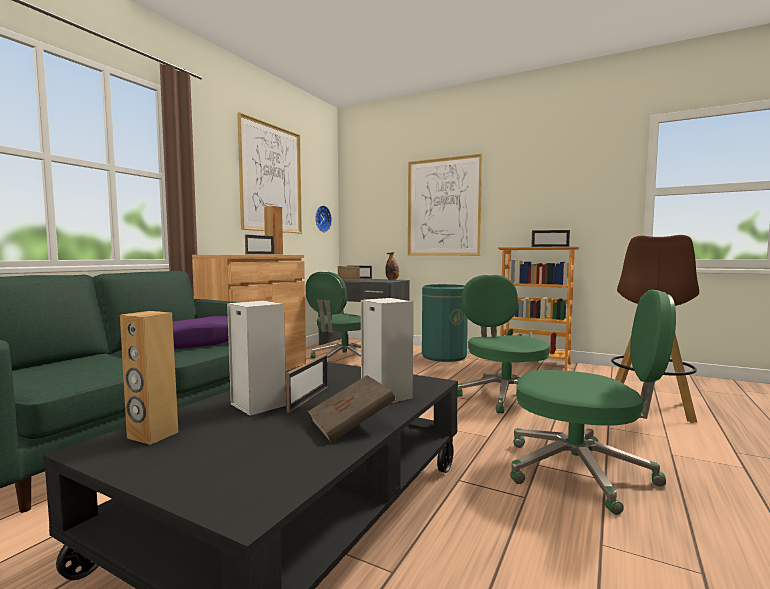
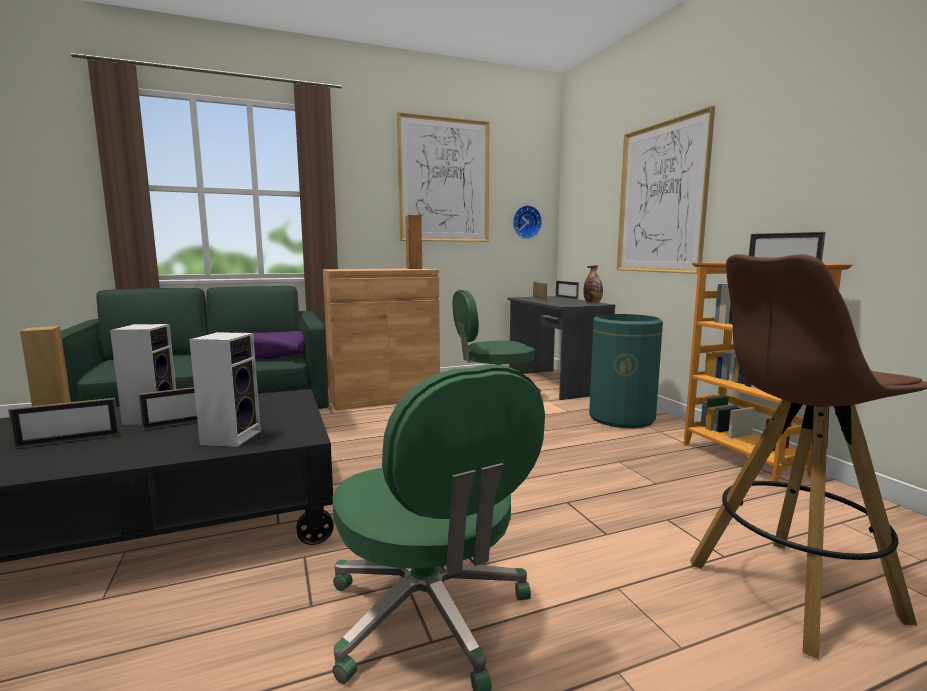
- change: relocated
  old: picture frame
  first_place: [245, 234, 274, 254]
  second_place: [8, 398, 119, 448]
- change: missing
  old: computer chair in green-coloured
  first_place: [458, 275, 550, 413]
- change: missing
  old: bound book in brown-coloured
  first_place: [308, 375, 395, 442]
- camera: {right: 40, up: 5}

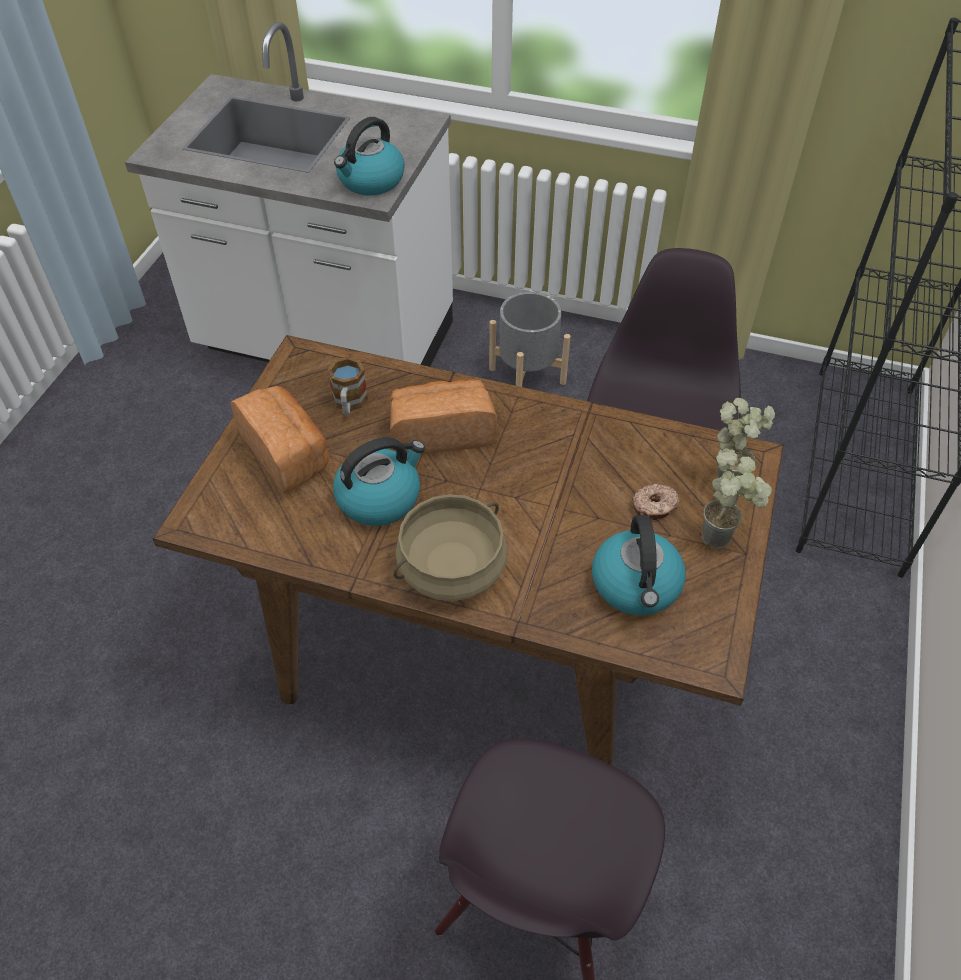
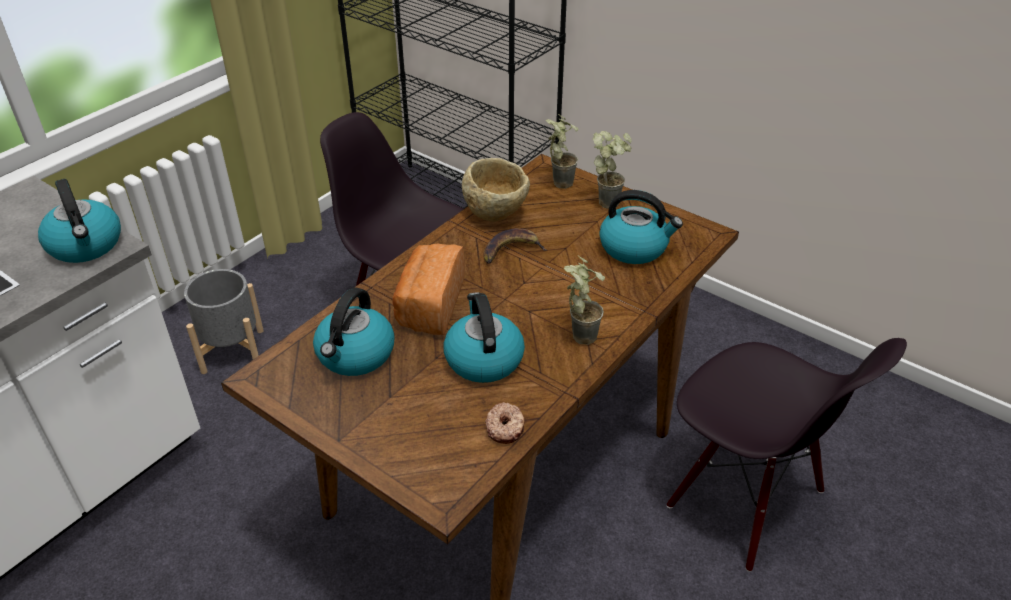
- change: exchanged
  old: mug
  new: kettle
  first_place: [328, 357, 368, 415]
  second_place: [313, 288, 395, 376]
- change: missing
  old: bakery bread
  first_place: [230, 386, 329, 494]
- change: relocated
  old: doughnut
  first_place: [632, 484, 680, 520]
  second_place: [485, 402, 525, 444]
- change: exchanged
  old: cooking pot in beige
  new: houseplant
  first_place: [394, 494, 507, 601]
  second_place: [564, 256, 605, 345]
- change: appeared
  new: bowl in beige
  second_place: [462, 158, 530, 222]
- change: appeared
  new: banana
  second_place: [484, 228, 547, 264]
- camera: {right: -70, up: -10}

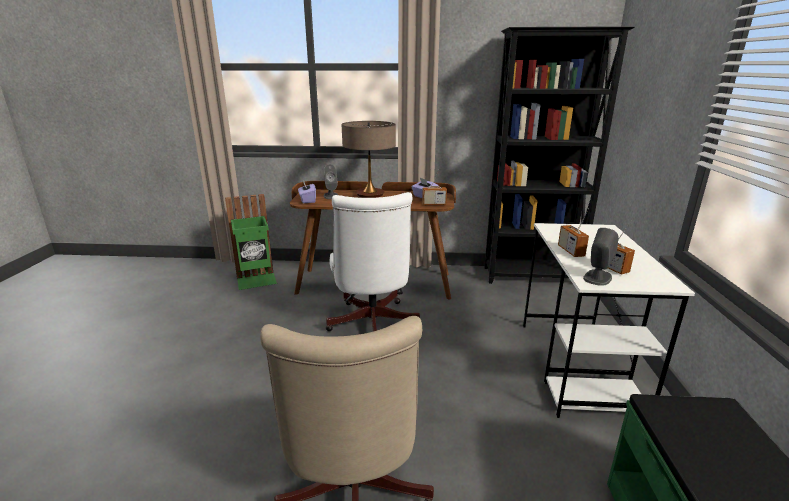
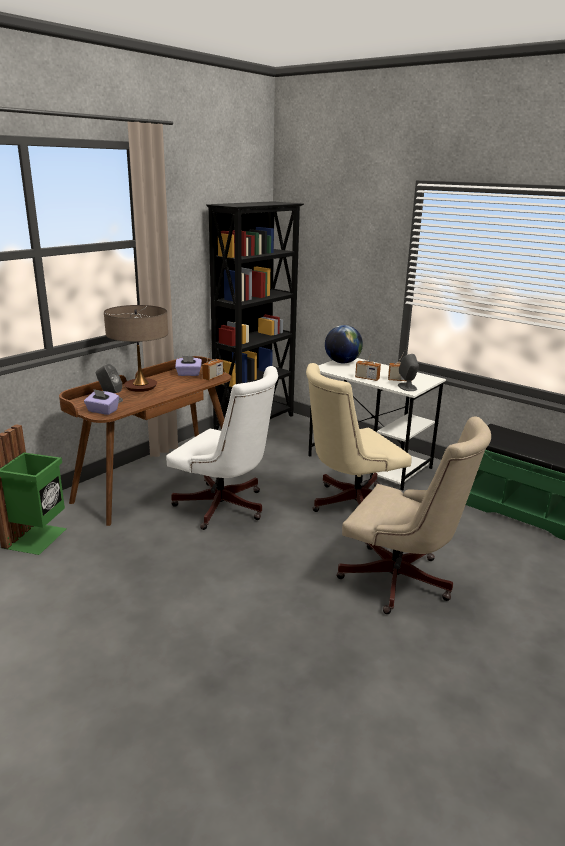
- change: appeared
  new: globe
  second_place: [325, 325, 363, 363]
- change: appeared
  new: computer chair in beige
  second_place: [306, 363, 412, 512]
- camera: {right: -55, up: 0}

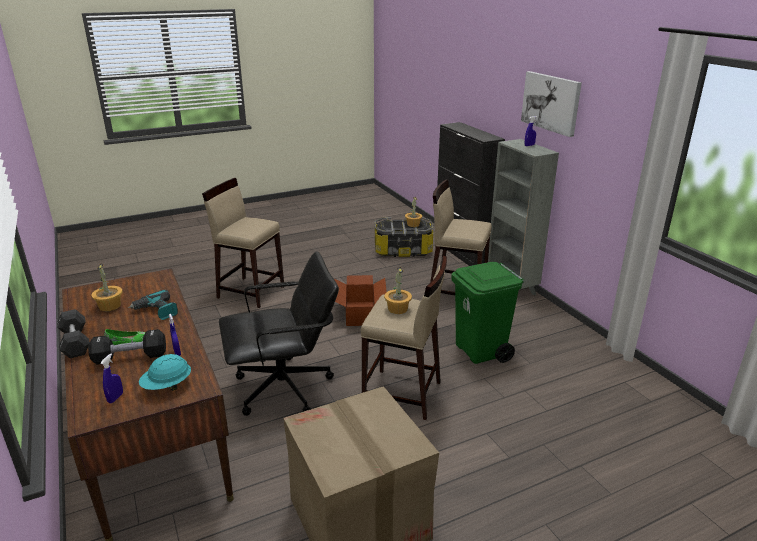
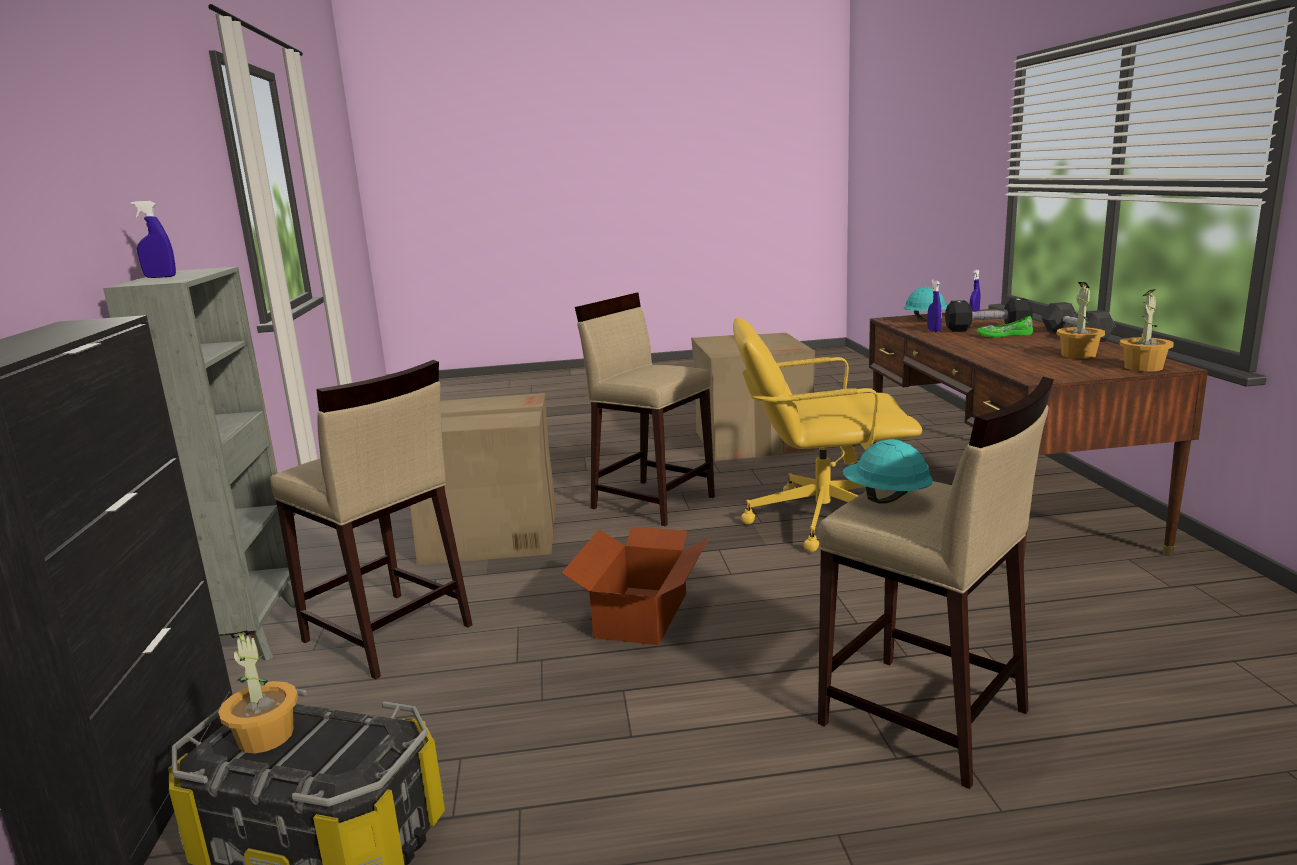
- change: missing
  old: wall picture
  first_place: [521, 71, 582, 137]
- change: colour
  old: computer chair in black-coloured
  new: computer chair in yellow
  first_place: [219, 251, 339, 416]
  second_place: [733, 318, 922, 552]
- change: exchanged
  old: waste bin in green-coloured
  new: cardboard box
  first_place: [452, 262, 525, 364]
  second_place: [410, 393, 556, 565]
- change: relocated
  old: houseplant
  first_place: [384, 267, 412, 314]
  second_place: [1120, 289, 1174, 372]
- change: missing
  old: electric drill
  first_place: [128, 290, 178, 320]
- change: appeared
  new: safety helmet in turquoise
  second_place: [843, 439, 933, 504]
- camera: {right: -160, up: -10}

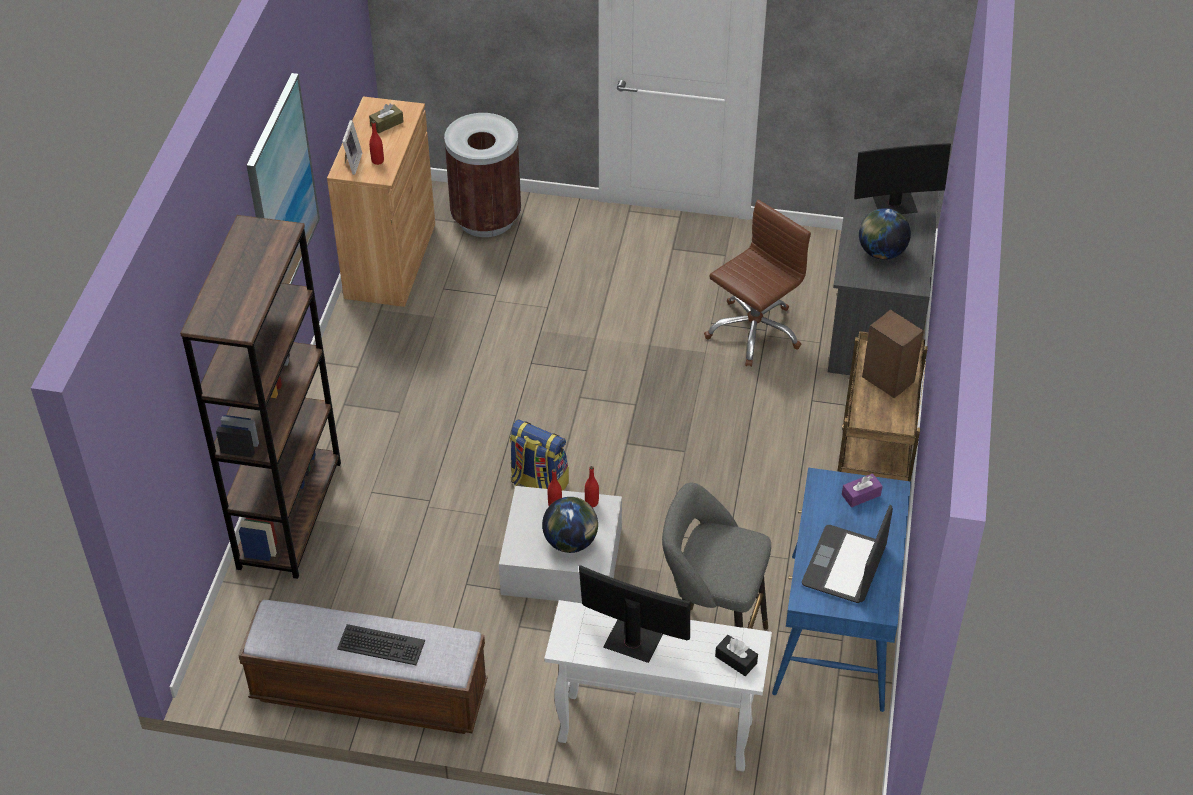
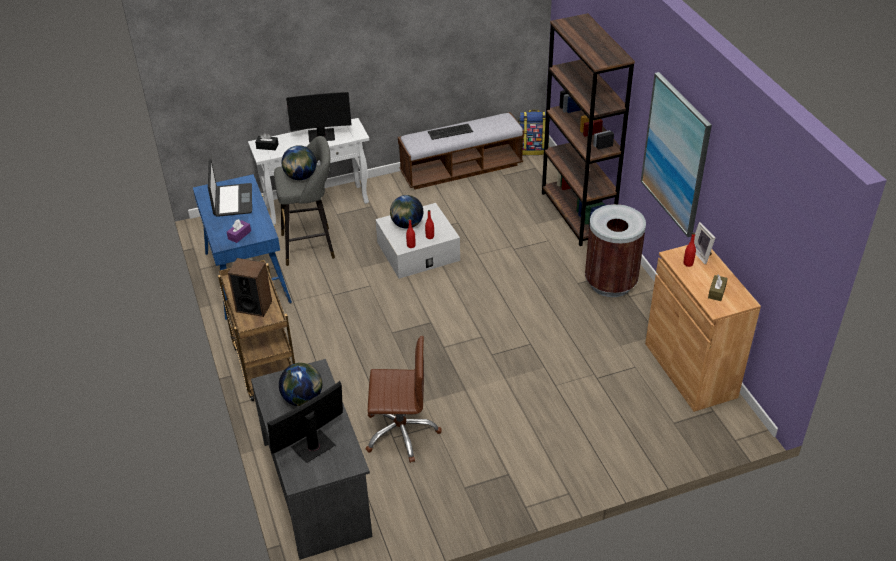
- change: relocated
  old: waste bin in brown-coloured
  first_place: [444, 113, 521, 237]
  second_place: [585, 204, 646, 297]
- change: spun
  old: computer chair in brown-coloured
  first_place: [704, 200, 811, 367]
  second_place: [366, 336, 442, 463]
  degrees: -105
- change: relocated
  old: rucksack
  first_place: [510, 420, 569, 491]
  second_place: [518, 110, 550, 155]
- change: appeared
  new: globe
  second_place: [282, 145, 317, 180]
- camera: {right: 150, up: -5}

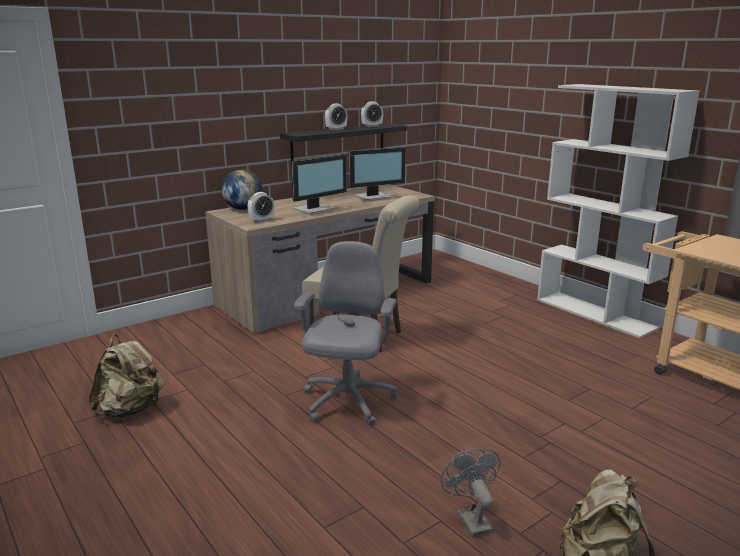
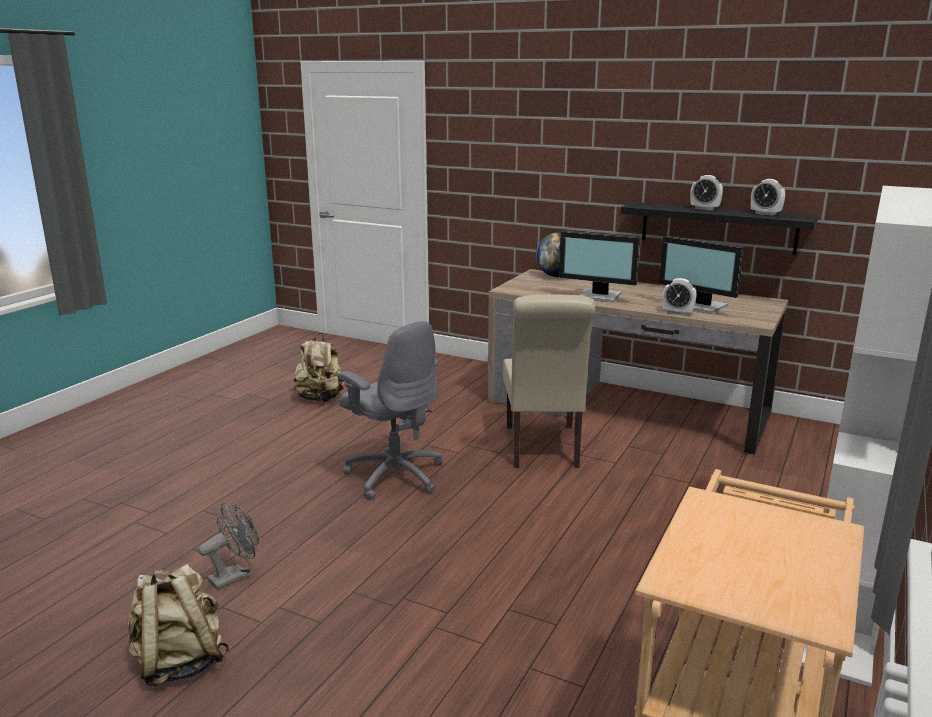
- change: relocated
  old: alarm clock
  first_place: [248, 192, 274, 223]
  second_place: [662, 278, 697, 315]
- change: spun
  old: computer chair in gray
  first_place: [294, 241, 397, 426]
  second_place: [337, 321, 443, 500]
  degrees: 60
- camera: {right: 65, up: 0}

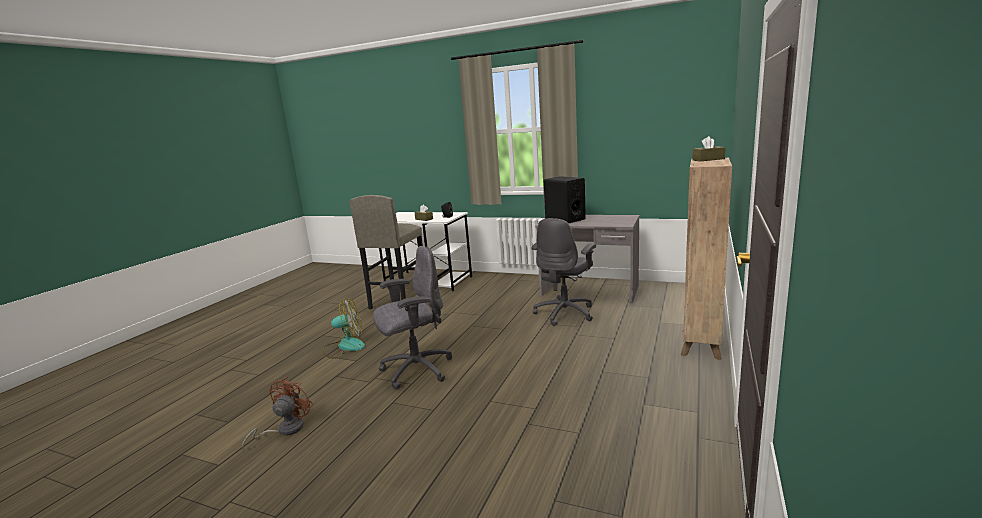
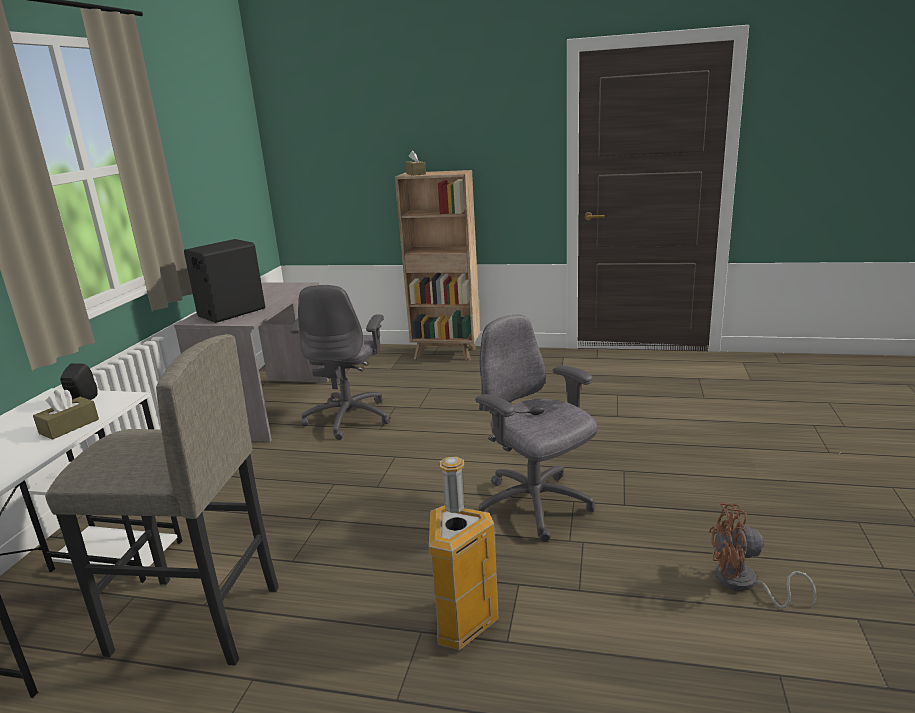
- change: spun
  old: computer chair in gray
  first_place: [531, 218, 596, 326]
  second_place: [290, 285, 391, 440]
  degrees: 75
- change: exchanged
  old: electric fan
  new: waste bin
  first_place: [323, 299, 365, 359]
  second_place: [429, 457, 499, 650]
- camera: {right: -100, up: 5}

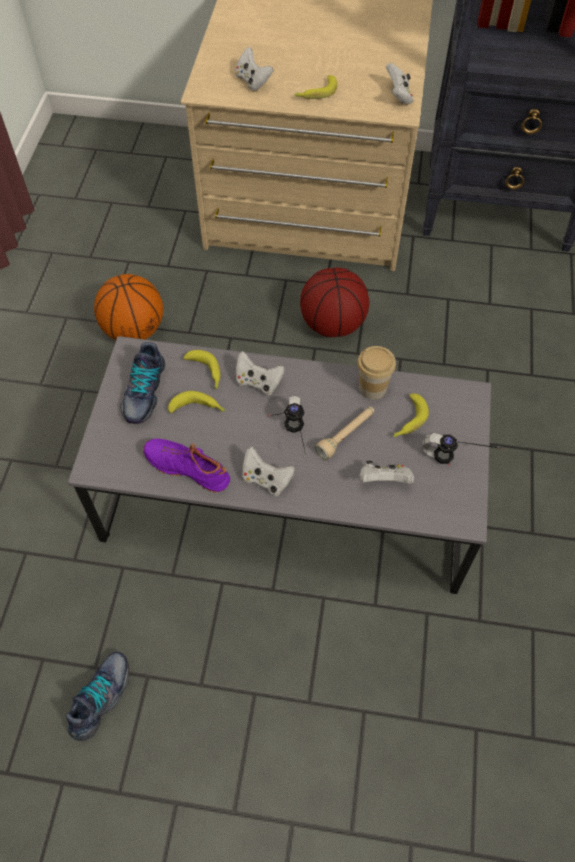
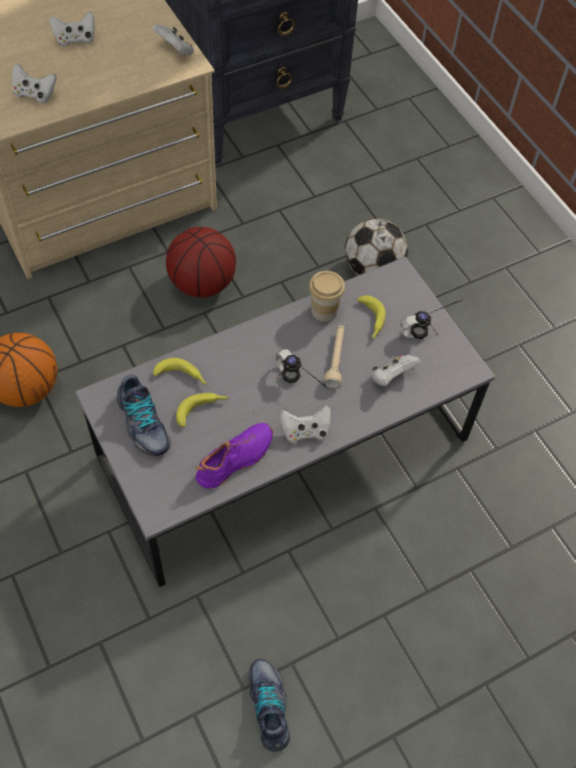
- change: missing
  old: banana
  first_place: [294, 75, 337, 99]
- change: relocated
  old: game controller in white-coloured
  first_place: [236, 351, 285, 395]
  second_place: [50, 11, 95, 47]
- change: spun
  old: shoe in purple
  first_place: [143, 439, 230, 493]
  second_place: [196, 423, 273, 489]
  degrees: 150
- change: appeared
  new: football
  second_place: [345, 218, 408, 276]
- camera: {right: -40, up: 0}

